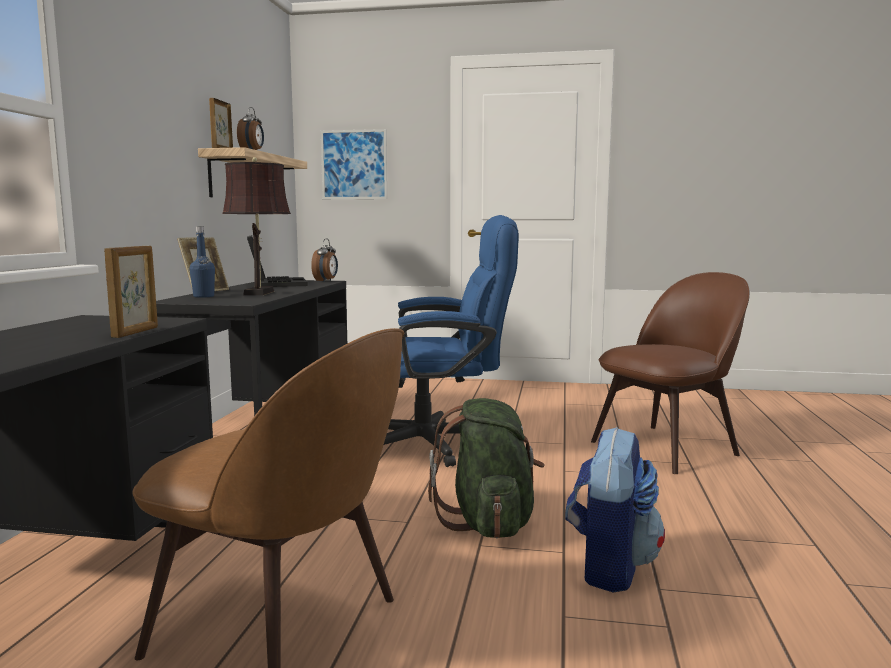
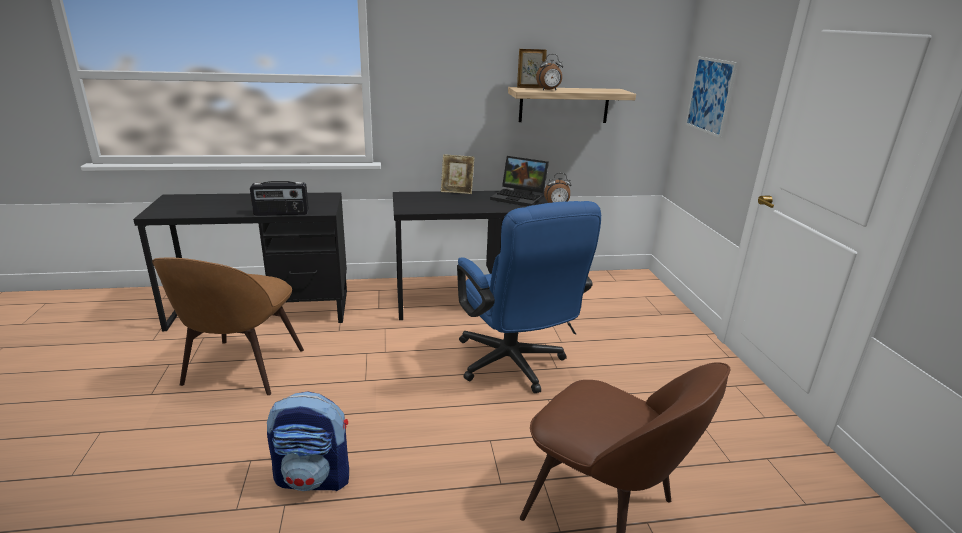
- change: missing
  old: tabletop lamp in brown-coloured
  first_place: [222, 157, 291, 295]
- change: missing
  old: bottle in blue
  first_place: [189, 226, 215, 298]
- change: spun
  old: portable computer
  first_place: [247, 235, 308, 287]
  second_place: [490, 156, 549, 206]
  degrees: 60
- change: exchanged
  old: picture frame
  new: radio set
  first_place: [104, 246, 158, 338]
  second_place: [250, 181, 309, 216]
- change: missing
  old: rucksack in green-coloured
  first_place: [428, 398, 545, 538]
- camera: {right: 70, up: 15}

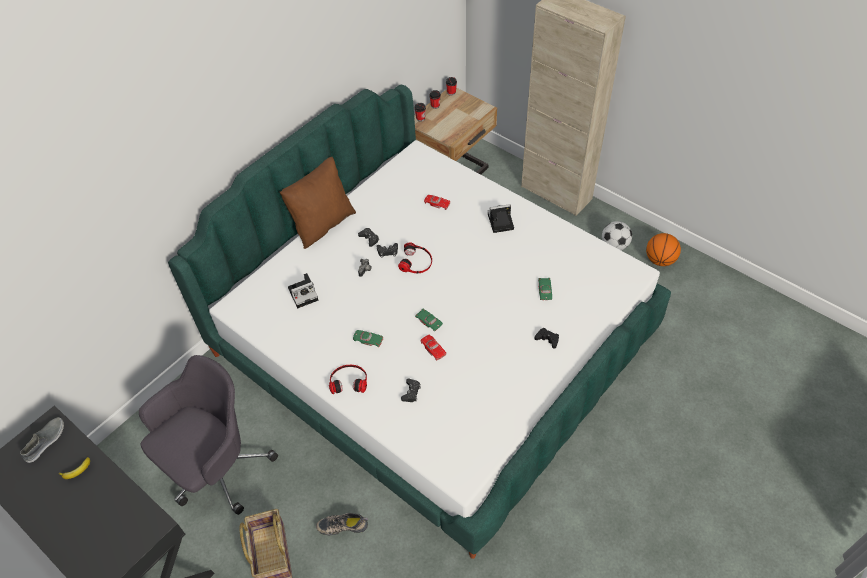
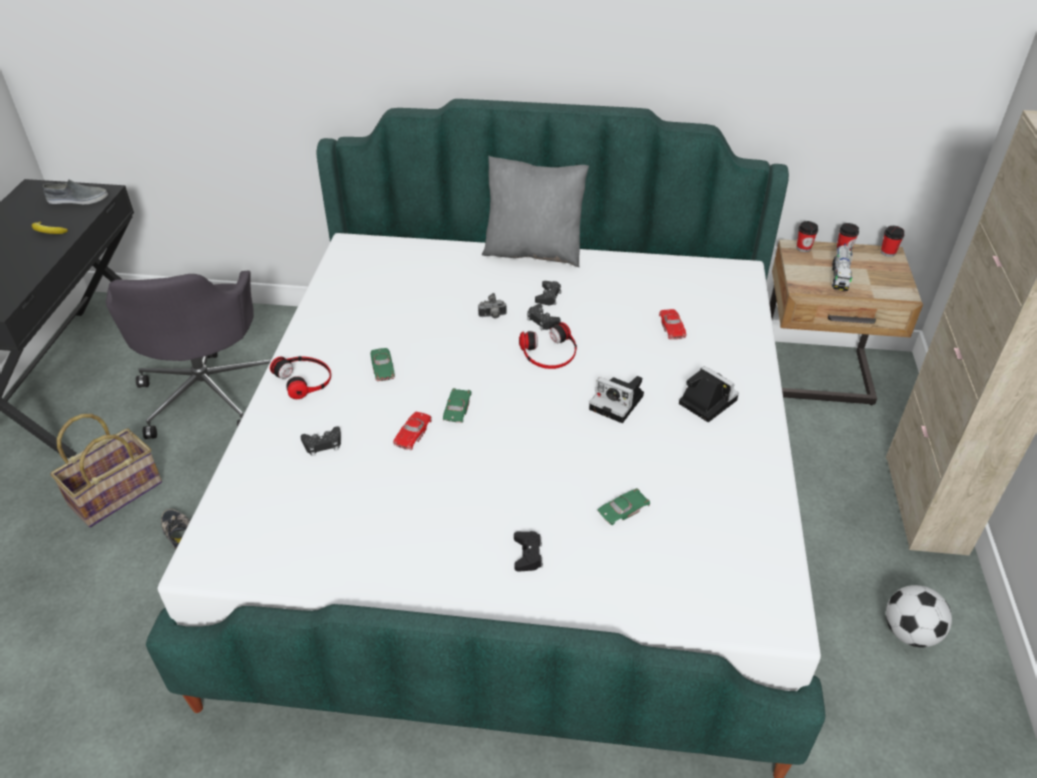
- change: colour
  old: throw pillow in brown-coloured
  new: throw pillow in gray
  first_place: [280, 156, 356, 249]
  second_place: [482, 156, 589, 267]
- change: missing
  old: basketball ball
  first_place: [646, 233, 681, 266]
- change: relocated
  old: photo camera
  first_place: [288, 273, 318, 308]
  second_place: [589, 376, 644, 423]
- change: spun
  old: computer chair in gray
  first_place: [139, 355, 278, 515]
  second_place: [106, 271, 271, 439]
  degrees: 75
- change: appeared
  new: toy lorry
  second_place: [832, 244, 853, 291]
- camera: {right: 55, up: -10}

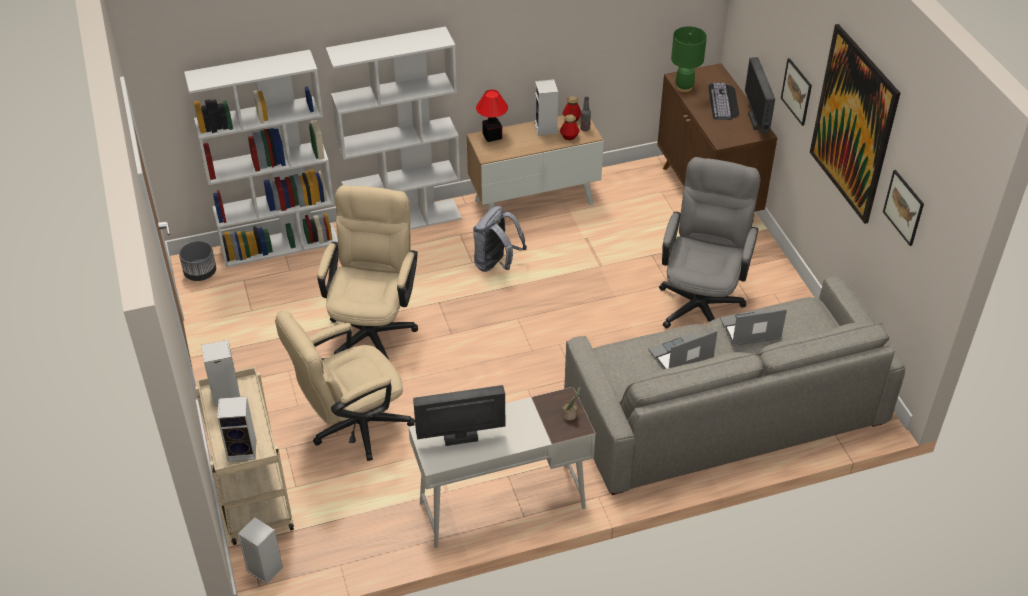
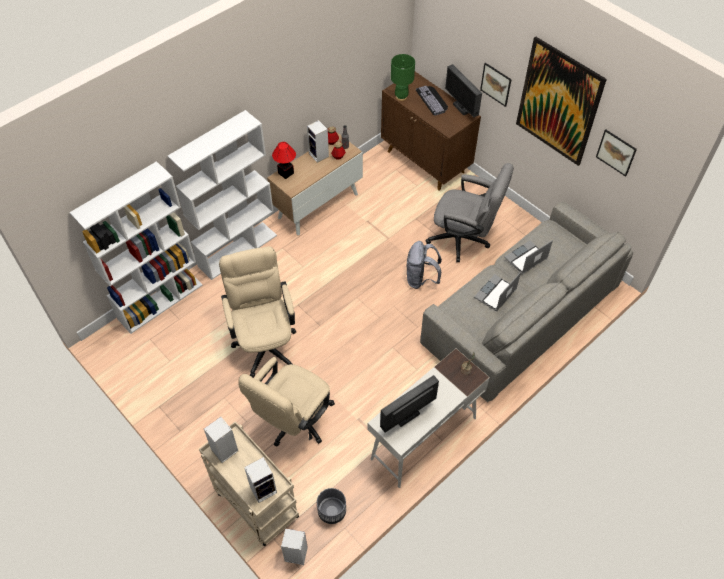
- change: spun
  old: computer chair in gray
  first_place: [659, 157, 760, 328]
  second_place: [426, 163, 514, 262]
  degrees: 120
- change: relocated
  old: rucksack in gray
  first_place: [473, 206, 527, 272]
  second_place: [407, 241, 442, 289]
- change: relocated
  old: flower pot in gray
  first_place: [179, 241, 216, 281]
  second_place: [317, 488, 346, 524]
- camera: {right: -25, up: 10}

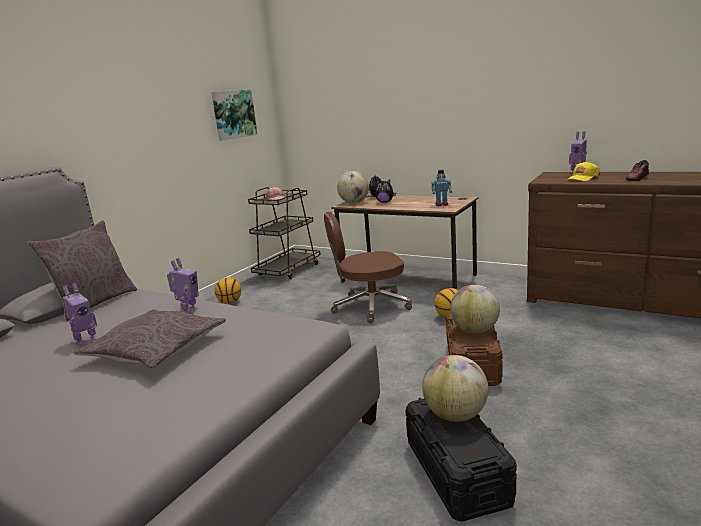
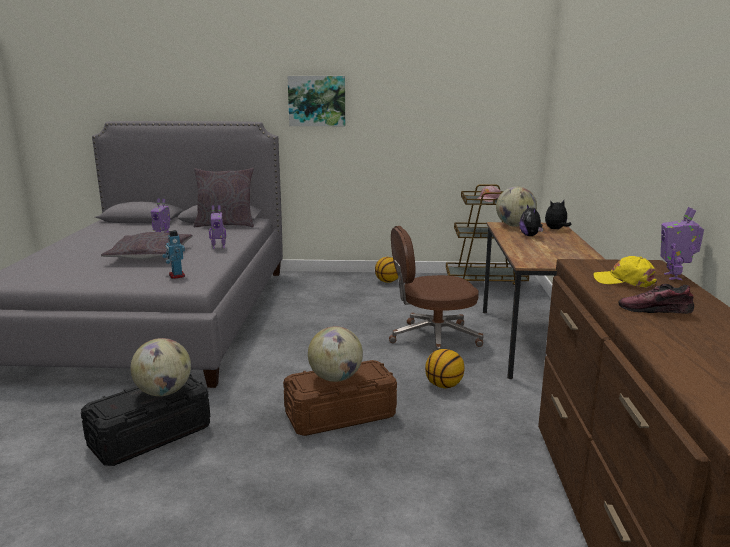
- change: relocated
  old: wall picture
  first_place: [211, 90, 258, 141]
  second_place: [288, 76, 345, 126]
- change: relocated
  old: toy robot
  first_place: [432, 170, 452, 206]
  second_place: [162, 230, 185, 279]
- change: spun
  old: computer chair in brown-coloured
  first_place: [324, 212, 412, 323]
  second_place: [389, 226, 484, 352]
  degrees: -60
- camera: {right: 60, up: 0}

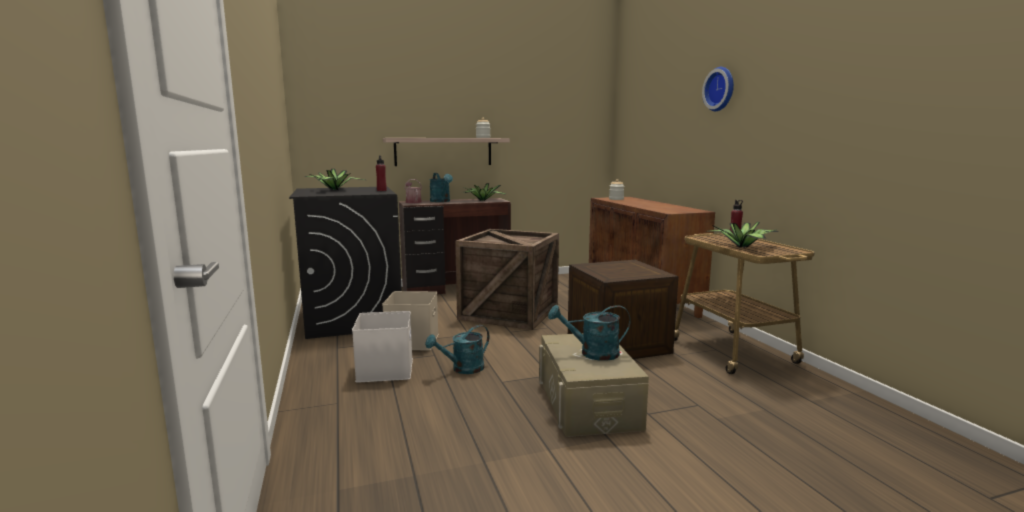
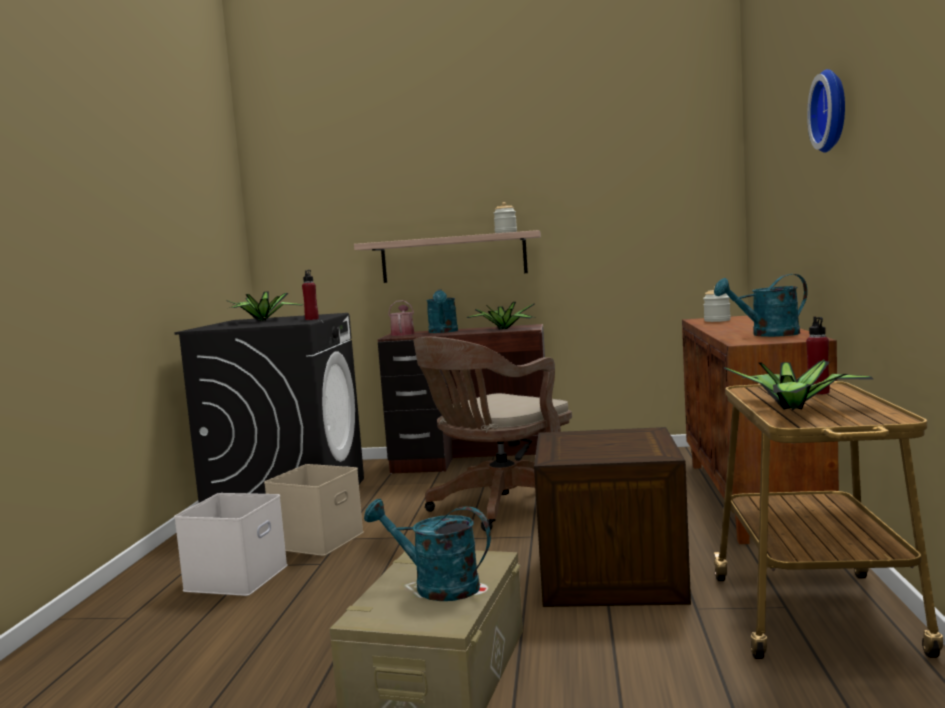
- change: exchanged
  old: crate
  new: computer chair in brown-coloured
  first_place: [455, 229, 559, 330]
  second_place: [413, 336, 572, 531]
- change: relocated
  old: sprinkling can in turquoise
  first_place: [425, 325, 490, 374]
  second_place: [714, 274, 808, 337]
- camera: {right: 25, up: -5}

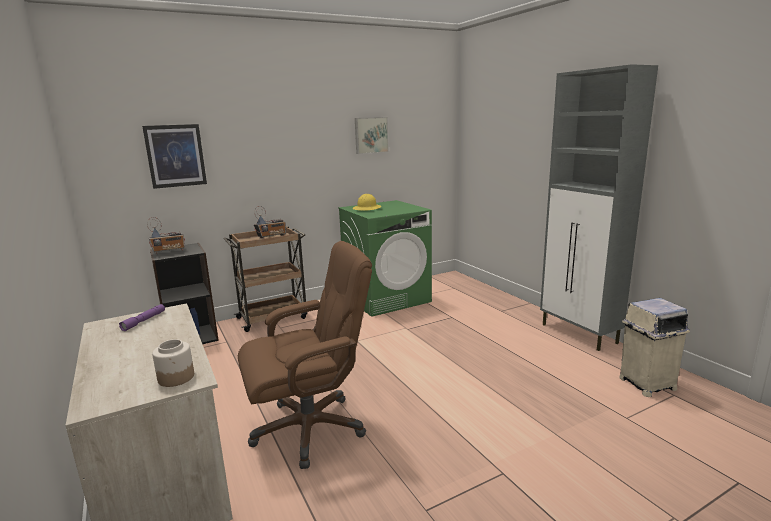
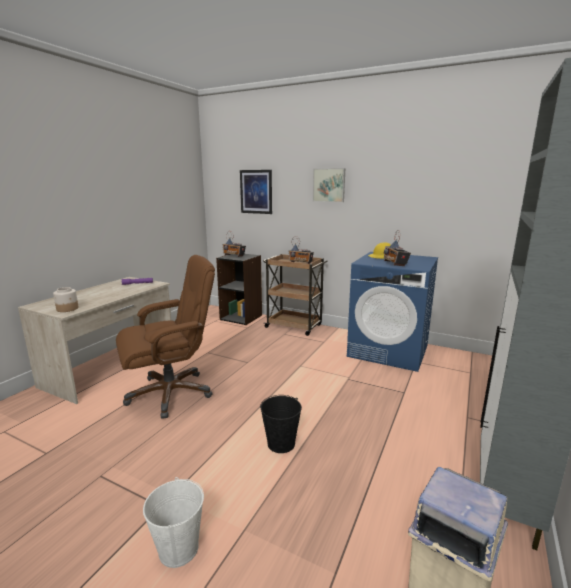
- change: relocated
  old: wall picture
  first_place: [355, 117, 389, 154]
  second_place: [313, 168, 345, 202]
- change: colour
  old: washing machine in green-coloured
  new: washing machine in blue
  first_place: [338, 200, 432, 317]
  second_place: [347, 252, 438, 372]
- change: spun
  old: computer chair in brown-coloured
  first_place: [238, 241, 372, 469]
  second_place: [116, 255, 215, 419]
  degrees: -60
- change: appeared
  new: radio set
  second_place: [384, 230, 411, 266]
- change: appeared
  new: bucket in black-coloured
  second_place: [260, 395, 302, 453]
- change: appeared
  new: bucket in white-coloured
  second_place: [143, 477, 204, 568]
- camera: {right: 55, up: 0}

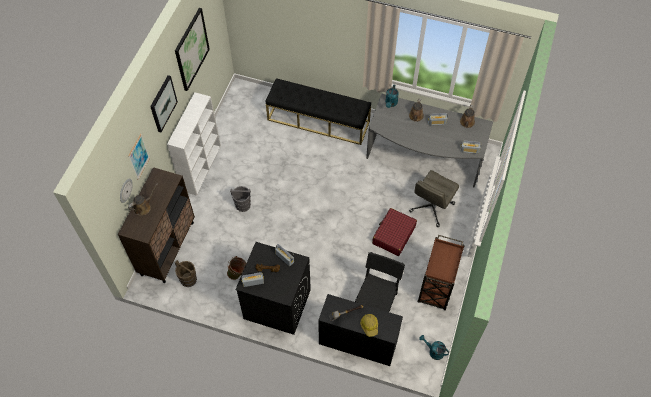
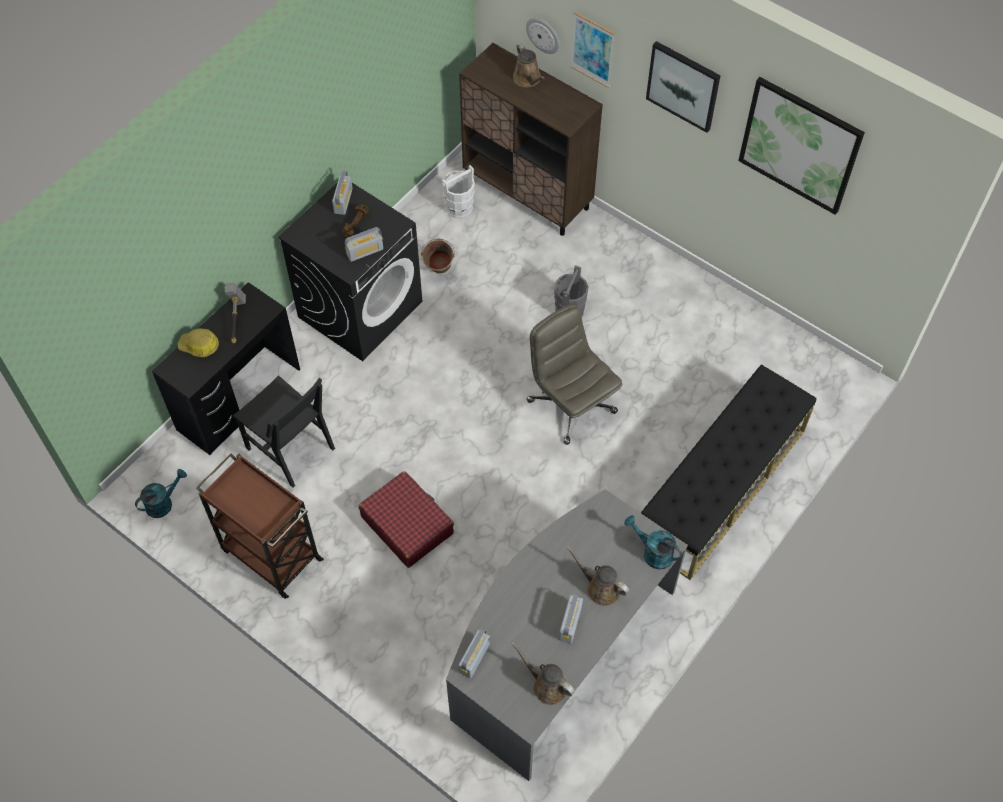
- change: missing
  old: shelving unit in white-coloured
  first_place: [167, 92, 221, 196]
- change: relocated
  old: computer chair in gray
  first_place: [409, 170, 459, 227]
  second_place: [527, 304, 623, 445]
- change: colour
  old: bucket in brown-coloured
  new: bucket in white-coloured
  first_place: [175, 260, 197, 287]
  second_place: [442, 165, 475, 218]
- camera: {right: 110, up: 0}

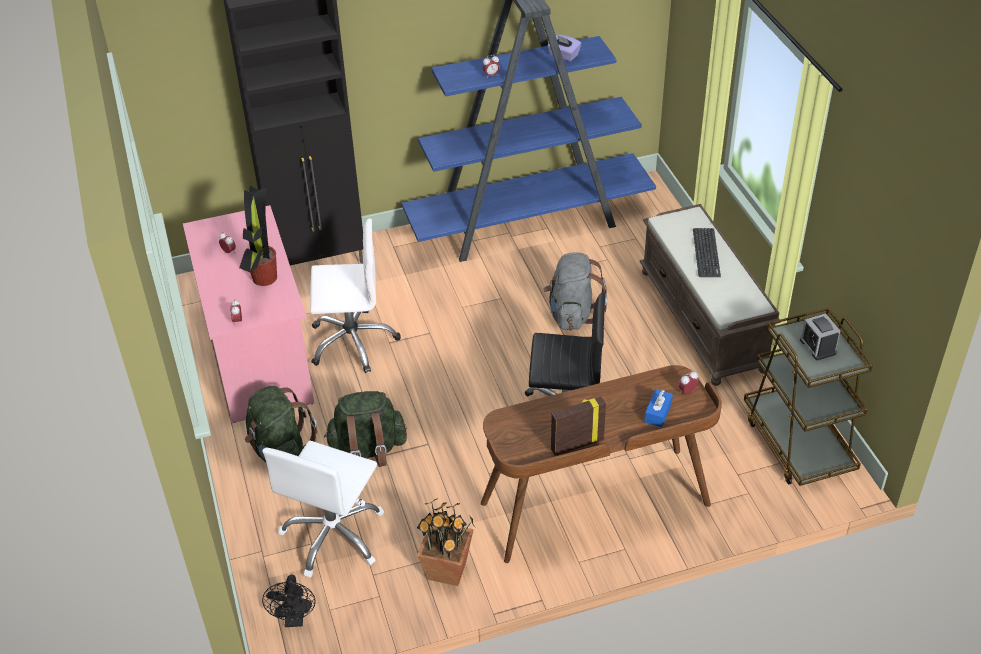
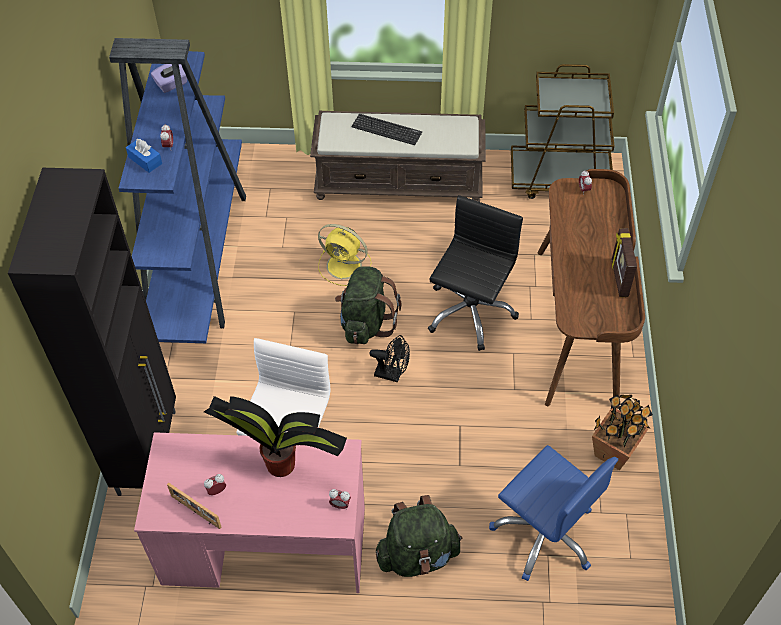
- change: exchanged
  old: rucksack in gray
  new: electric fan in yellow
  first_place: [543, 252, 607, 330]
  second_place: [318, 224, 371, 286]
- change: missing
  old: alarm clock
  first_place: [800, 313, 840, 360]
- change: relocated
  old: box of tissues in blue
  first_place: [644, 389, 673, 427]
  second_place: [126, 139, 162, 173]
- change: relocated
  old: rucksack in green-coloured
  first_place: [324, 391, 407, 467]
  second_place: [335, 266, 401, 344]
- change: colour
  old: computer chair in white-coloured
  new: computer chair in blue
  first_place: [262, 440, 384, 578]
  second_place: [489, 445, 618, 581]
- change: relocated
  old: electric fan in black-coloured
  first_place: [262, 575, 315, 627]
  second_place: [369, 335, 410, 382]
- change: appeared
  new: picture frame
  second_place: [167, 483, 221, 529]
- camera: {right: -70, up: 10}

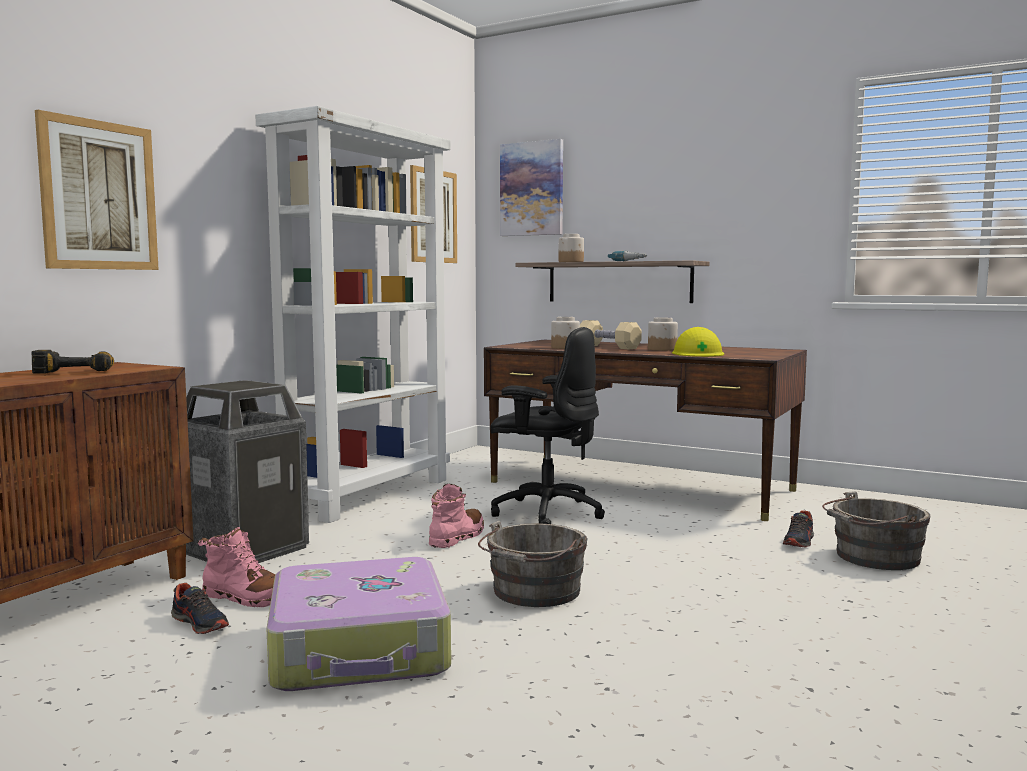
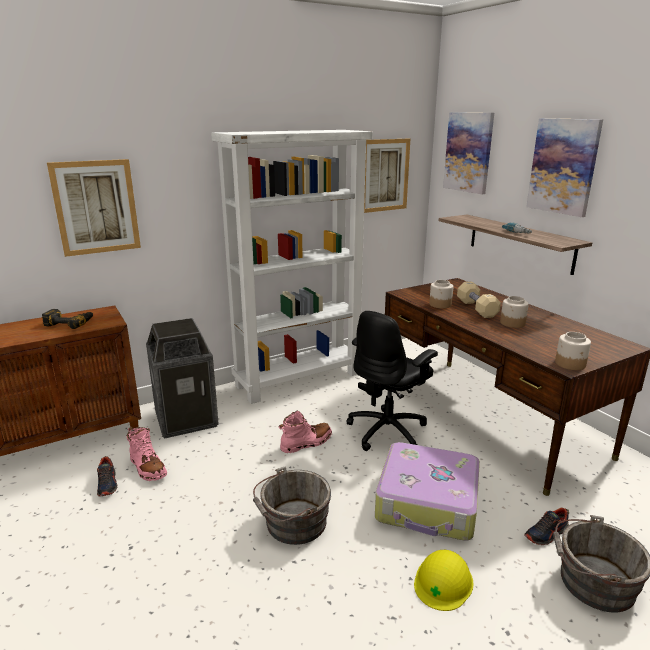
- change: relocated
  old: storage jar
  first_place: [559, 234, 584, 262]
  second_place: [555, 332, 591, 370]
- change: spun
  old: computer chair in black-coloured
  first_place: [490, 327, 605, 524]
  second_place: [346, 311, 438, 451]
  degrees: 75
- change: relocated
  old: safety helmet in yellow
  first_place: [672, 327, 724, 357]
  second_place: [414, 550, 474, 611]
- change: relocated
  old: piece of luggage
  first_place: [266, 557, 451, 691]
  second_place: [375, 442, 480, 541]
- change: appeared
  new: wall picture
  second_place: [526, 118, 603, 217]
- camera: {right: 30, up: 15}

